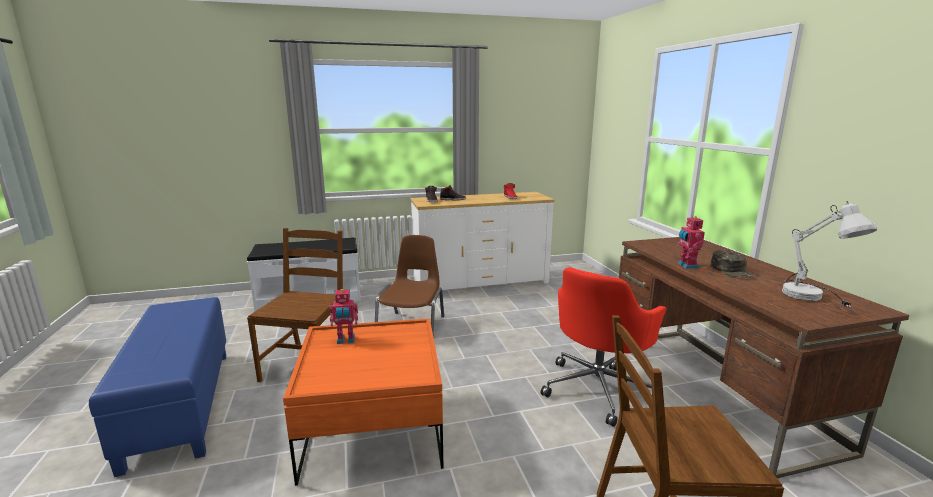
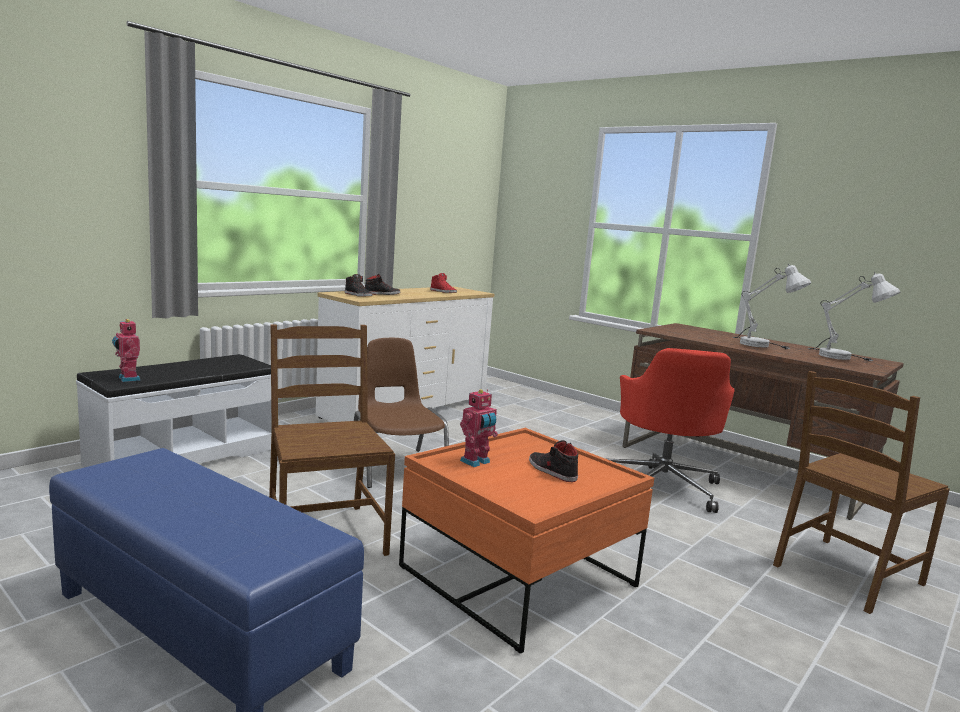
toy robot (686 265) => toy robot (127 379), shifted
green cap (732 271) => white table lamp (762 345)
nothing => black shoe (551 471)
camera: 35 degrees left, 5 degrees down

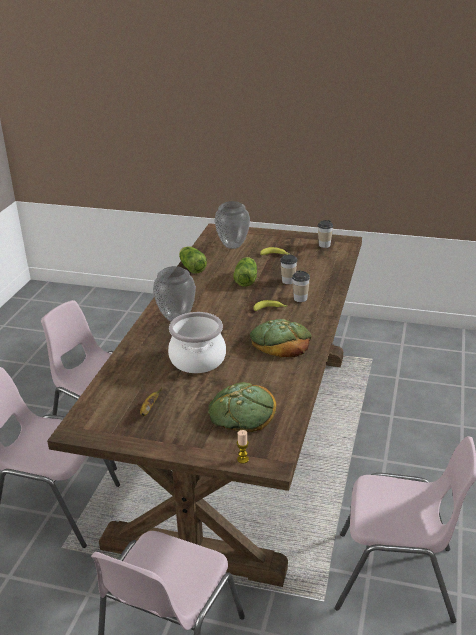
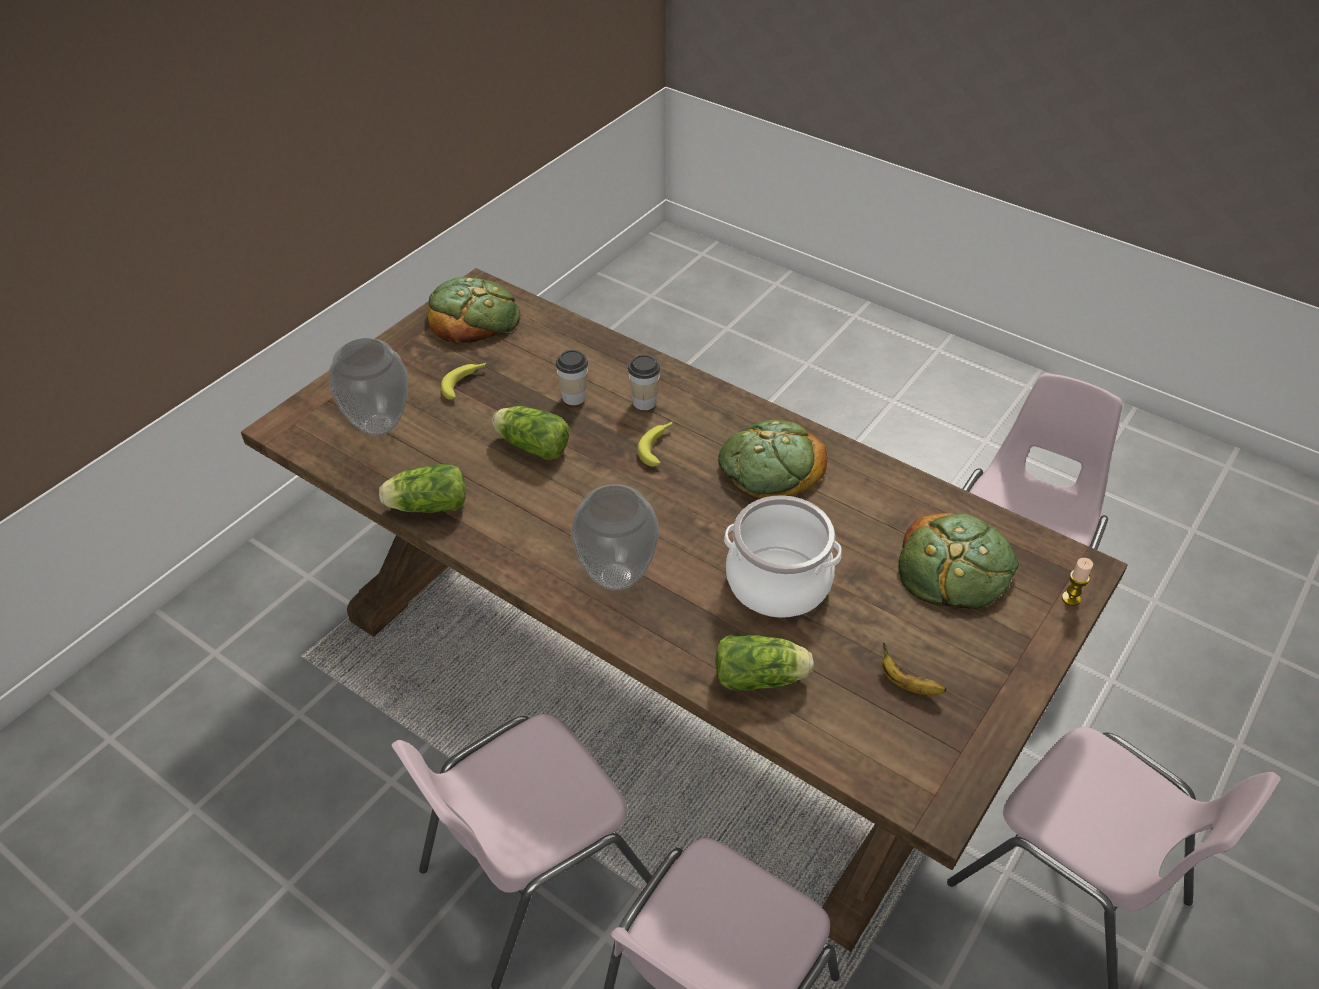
cup (324 245) => bread (473 316)
nothing => lettuce (762 678)
camera: 70 degrees left, 15 degrees up

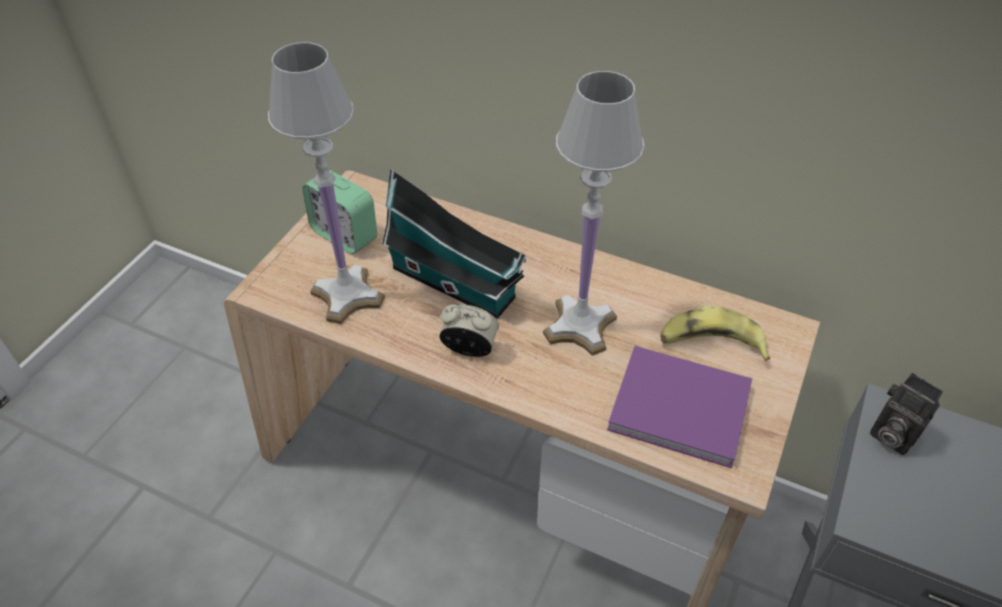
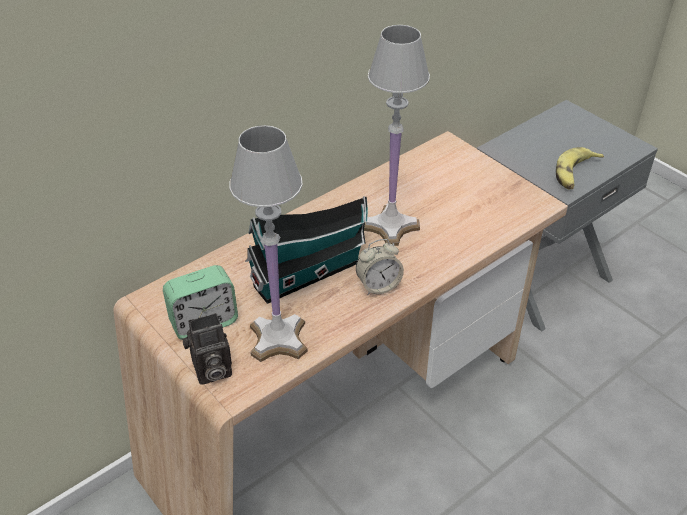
alarm clock (469 349) => alarm clock (378 286), 150 degrees counterclockwise
purple book (684 409) => nothing
banana (710 343) => banana (575 174), shifted
photo camera (890 434) => photo camera (210 371), shifted
camera: 65 degrees left, 5 degrees down

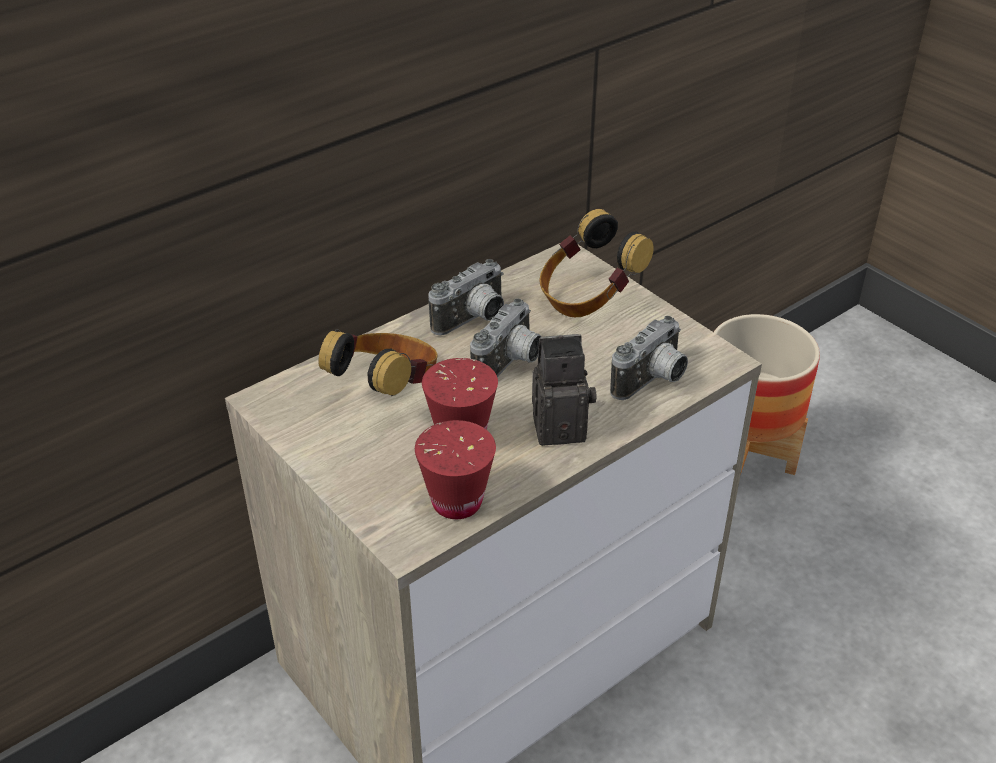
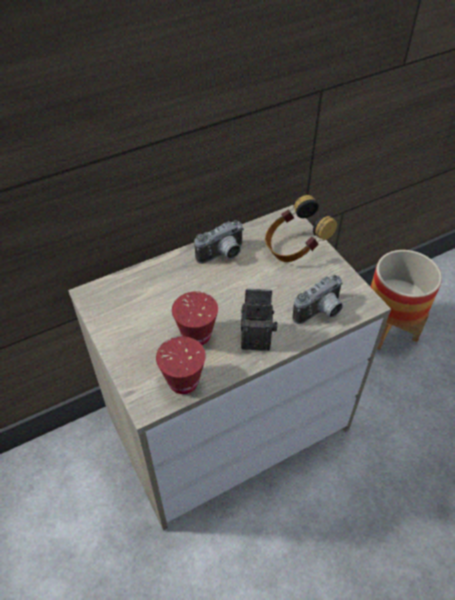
headphones (387 389) => nothing
photo camera (511 364) => nothing
camera: 10 degrees right, 10 degrees up

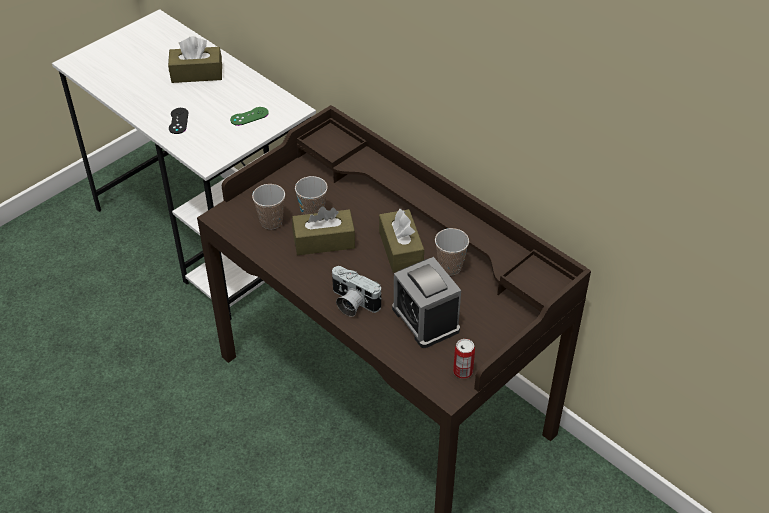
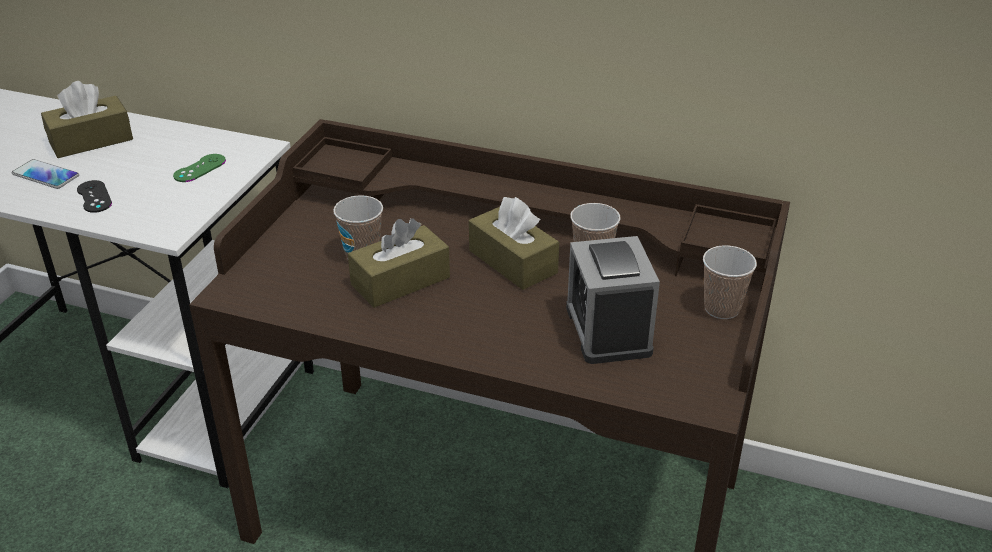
cup (271 222) => cup (721 309), shifted
photo camera (352 303) => nothing
alarm clock (425 319) => alarm clock (608 330), 45 degrees clockwise
can (463 371) => nothing
nothing => phone (45 175)
camera: 25 degrees left, 10 degrees down

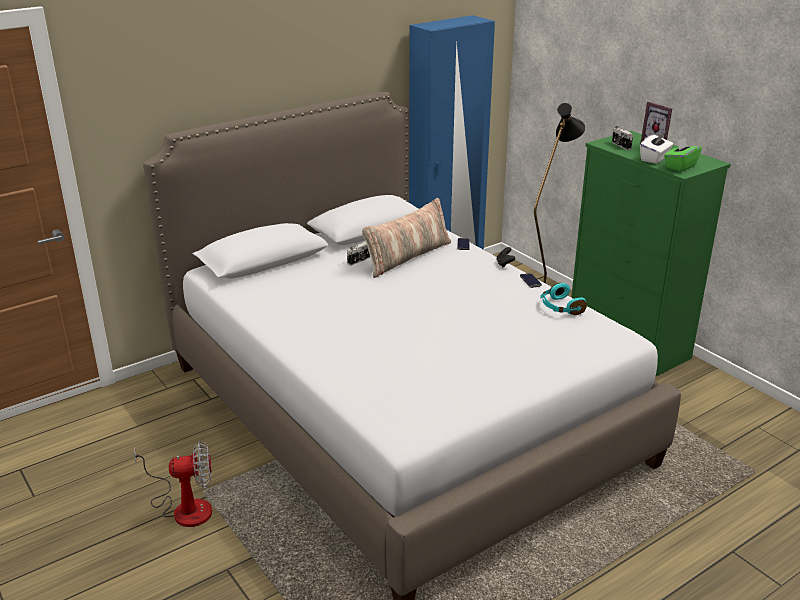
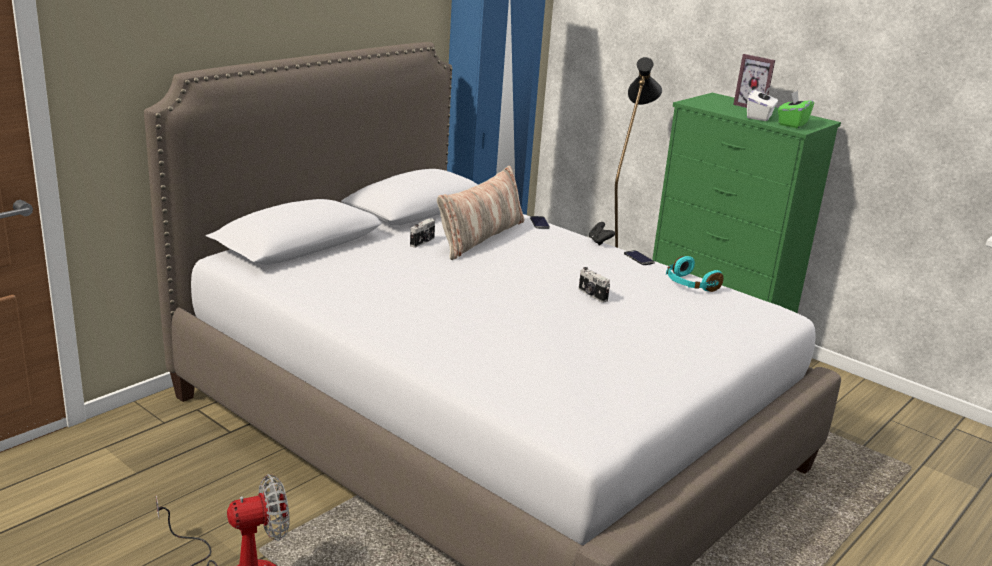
photo camera (620 146) => photo camera (592 295), shifted
camera: 15 degrees left, 5 degrees down

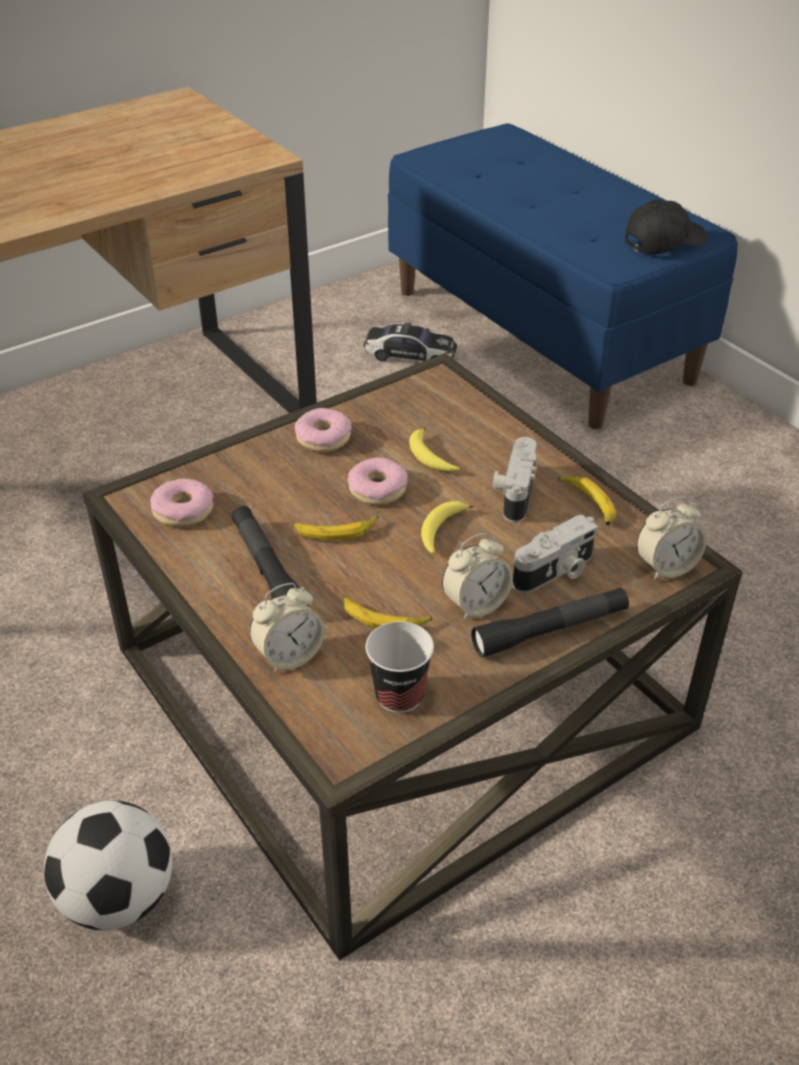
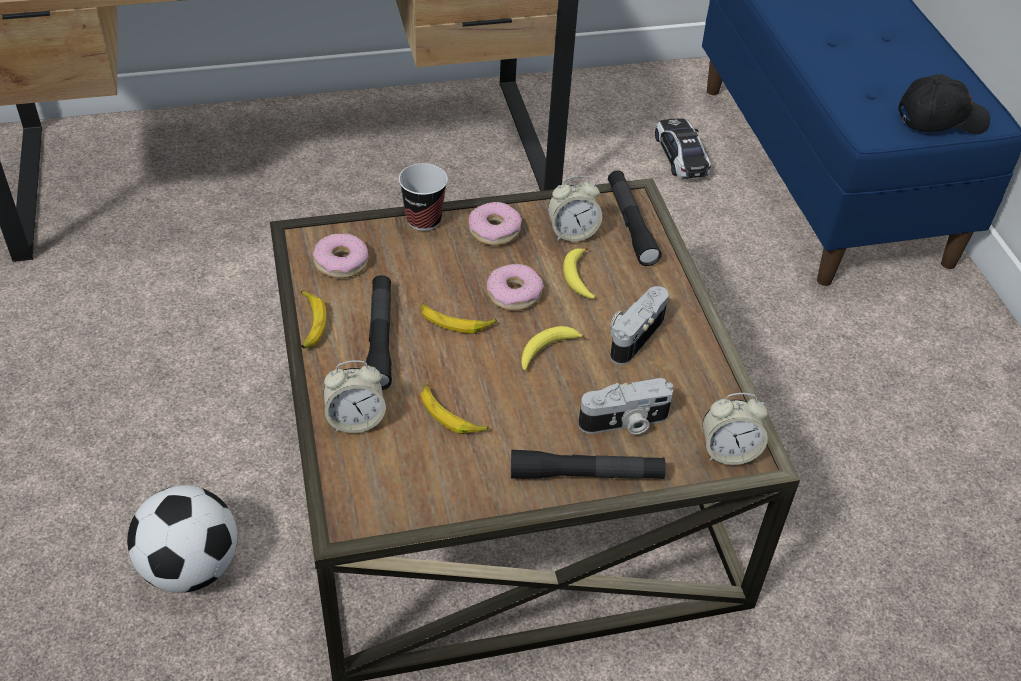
toy car (410 354) => toy car (681 157), 135 degrees counterclockwise
cup (399 695) => cup (423 220), shifted
alarm clock (475 604) => alarm clock (572 233), shifted
banana (588 504) => banana (310 324), shifted
nothing => black flashlight (630 224)
camera: 20 degrees right, 5 degrees up

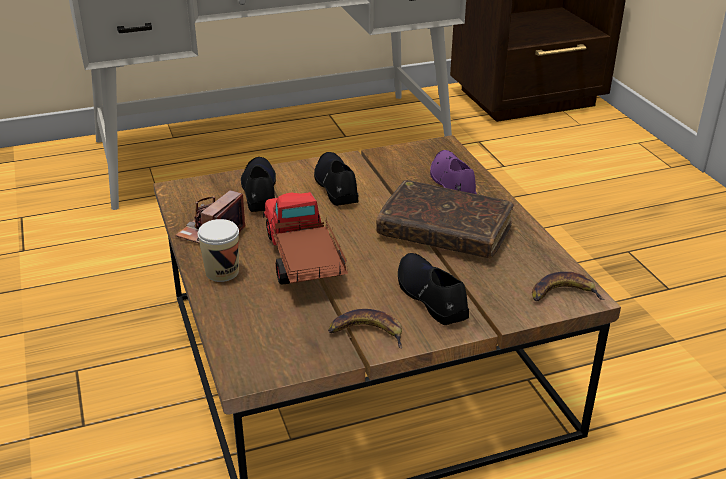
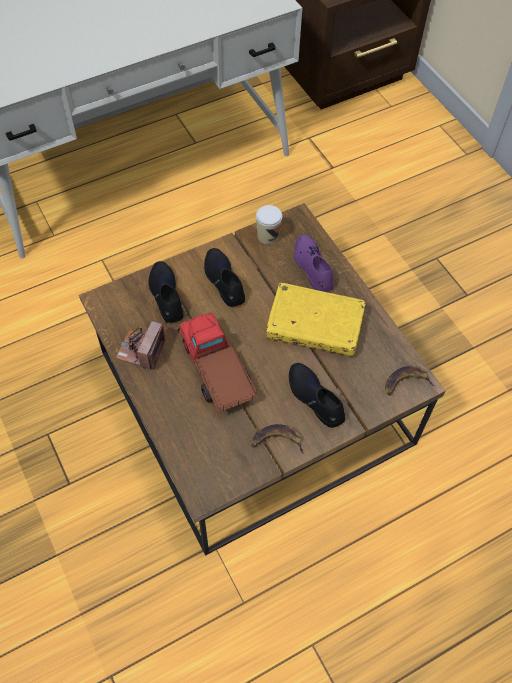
cup (222 272) => cup (268 236), shifted
brown book (444 232) => yellow book (315 325)
camera: 10 degrees left, 25 degrees up

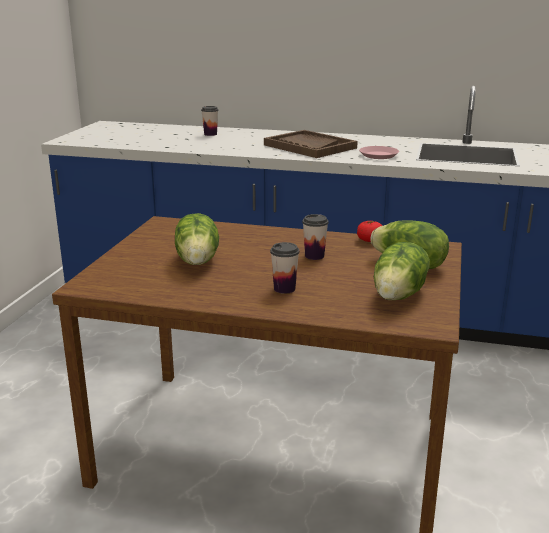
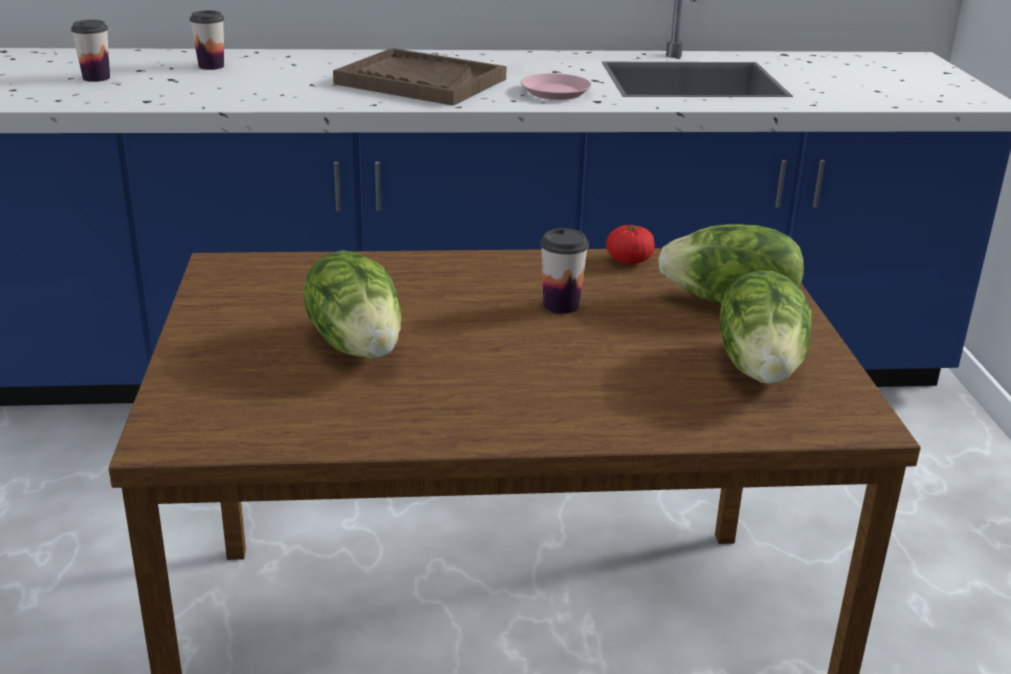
cup (284 289) => cup (96 78), shifted
camera: 20 degrees left, 5 degrees up

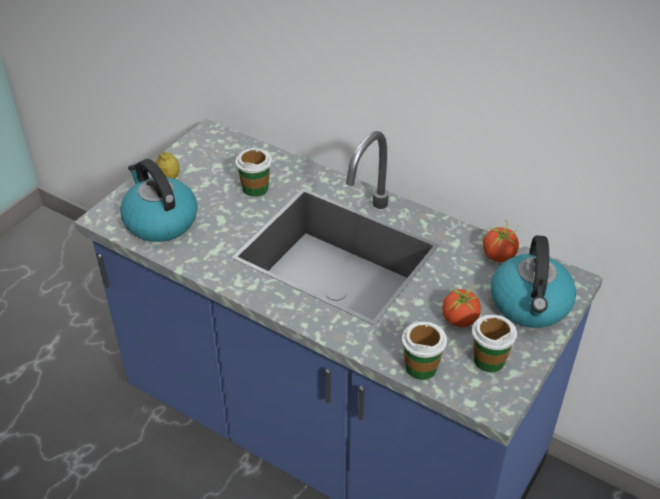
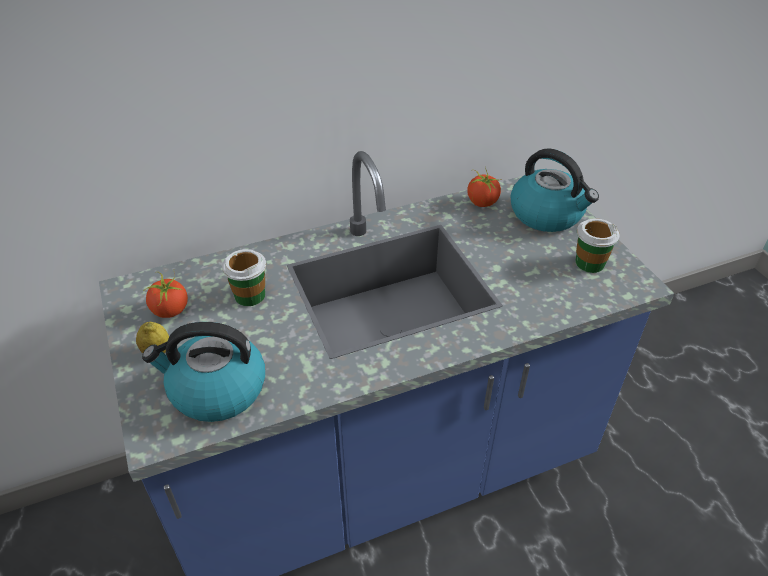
cup (421 367) => nothing
tomato (459 319) => tomato (170 310), shifted
camera: 55 degrees left, 0 degrees up

